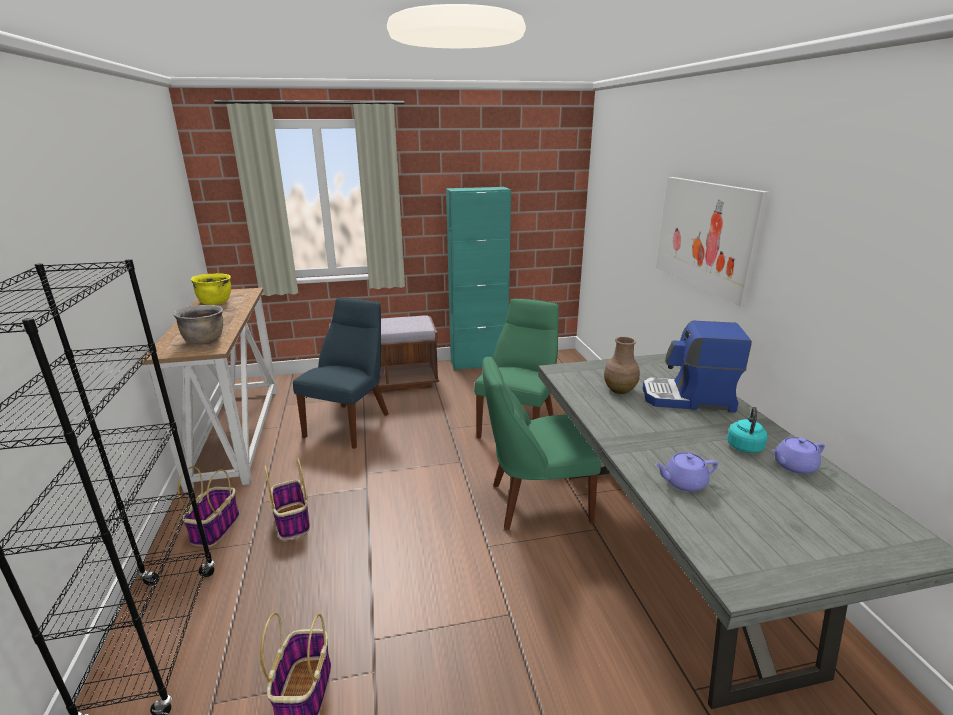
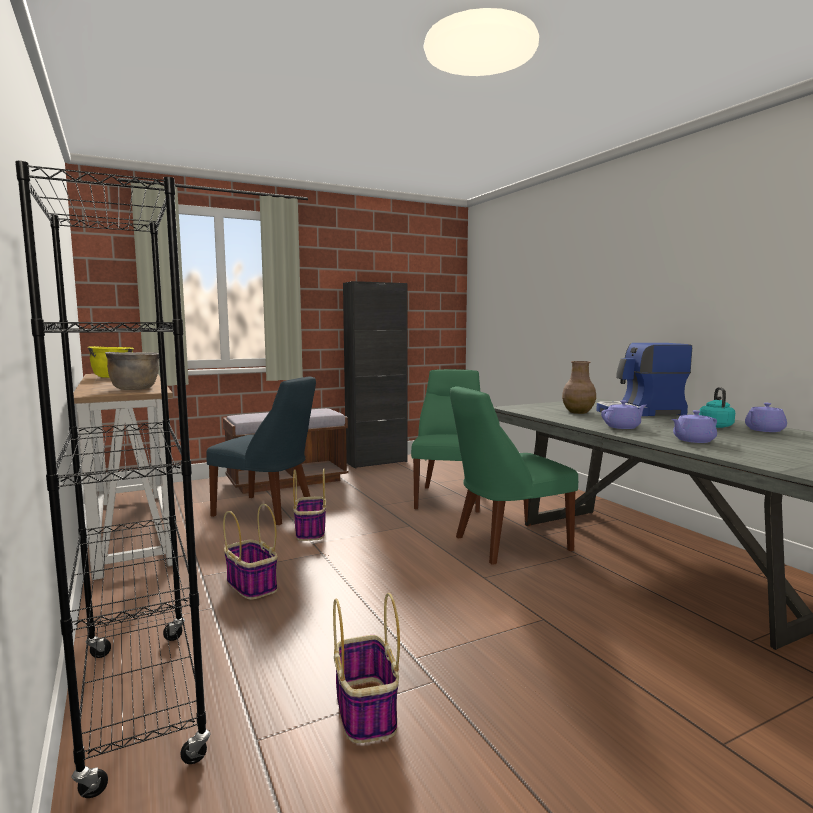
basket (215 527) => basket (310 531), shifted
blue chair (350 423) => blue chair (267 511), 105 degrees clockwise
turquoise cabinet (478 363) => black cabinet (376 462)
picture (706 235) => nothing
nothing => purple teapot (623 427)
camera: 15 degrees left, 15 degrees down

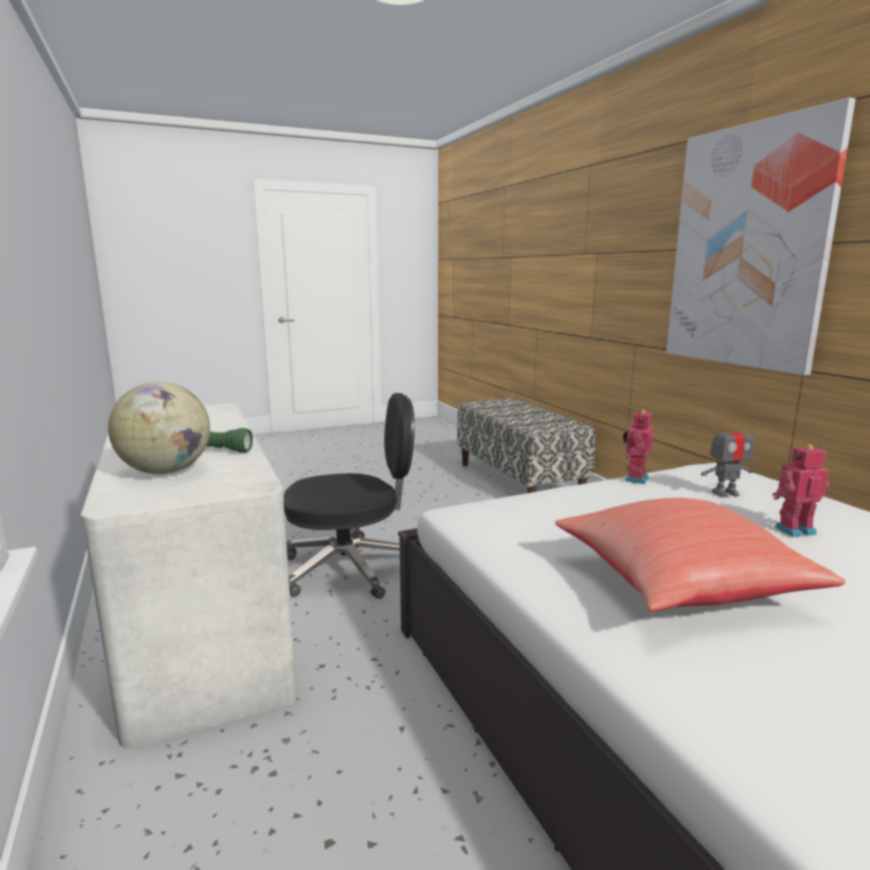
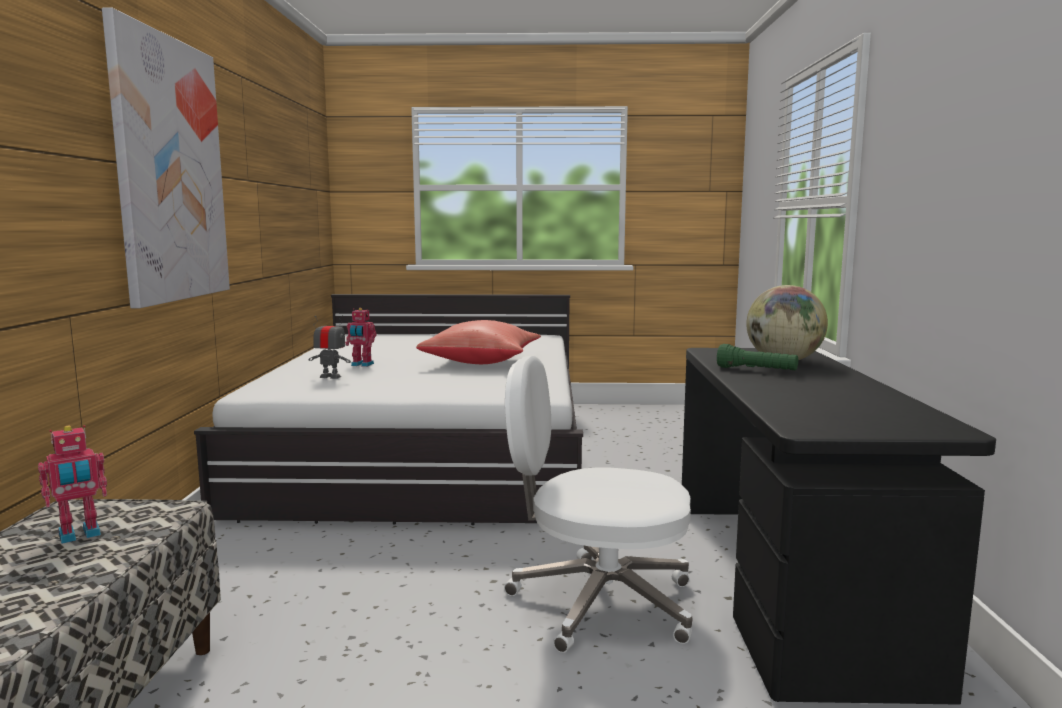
white desk (199 615) => black desk (788 584)
black office chair (351 568) => white office chair (598 602)
toy robot (634 479) => toy robot (80 535), shifted
camera: 155 degrees left, 5 degrees down

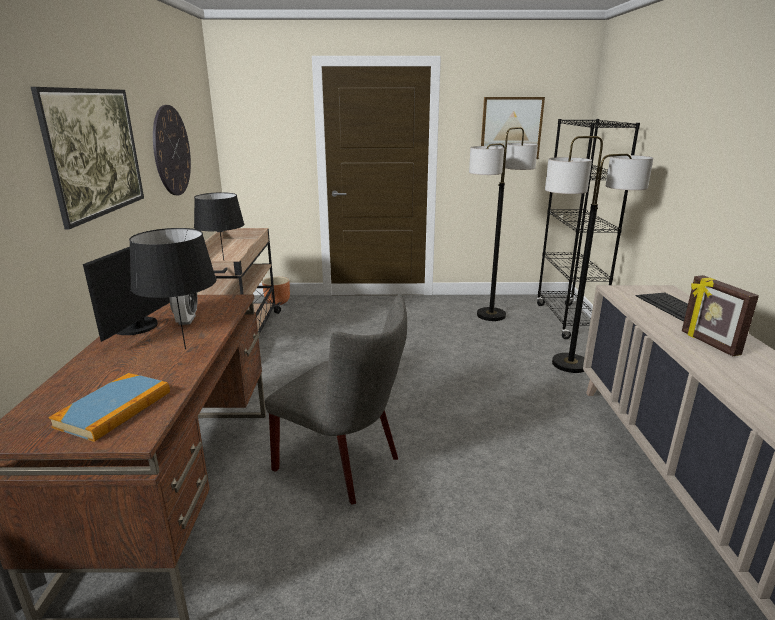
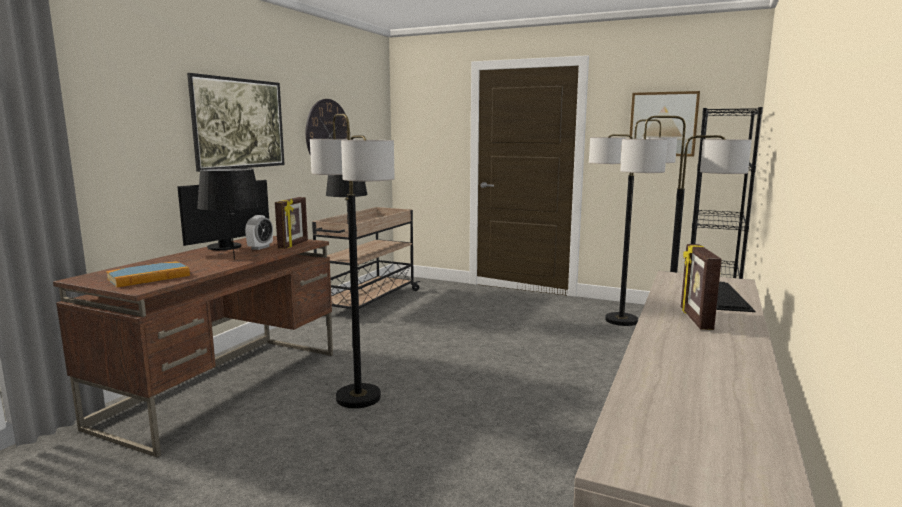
brown planter (277 302) => nothing
grey chair (344 465) => floor lamp (358 398)
nothing => picture frame (294 244)
camera: 25 degrees right, 10 degrees down

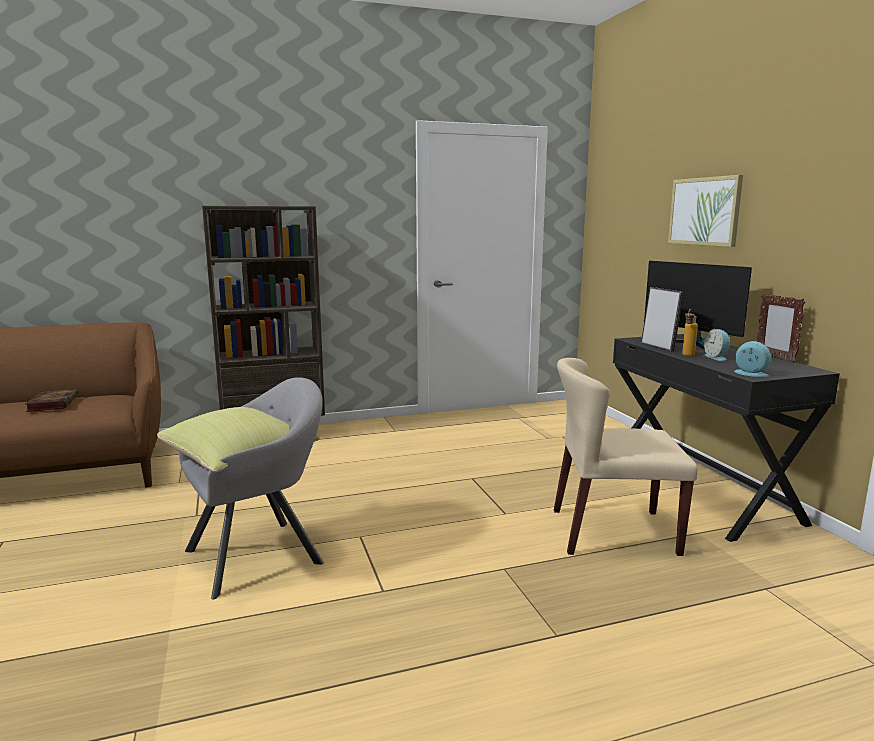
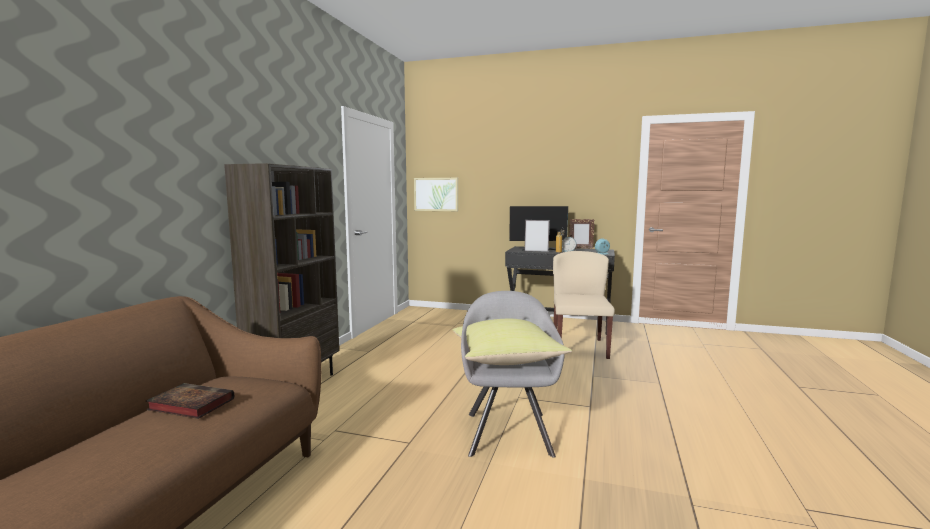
beige chair (612 532) => beige chair (579 347), 150 degrees clockwise
picture (704 211) => picture (436 194), shifted
camera: 55 degrees left, 5 degrees down

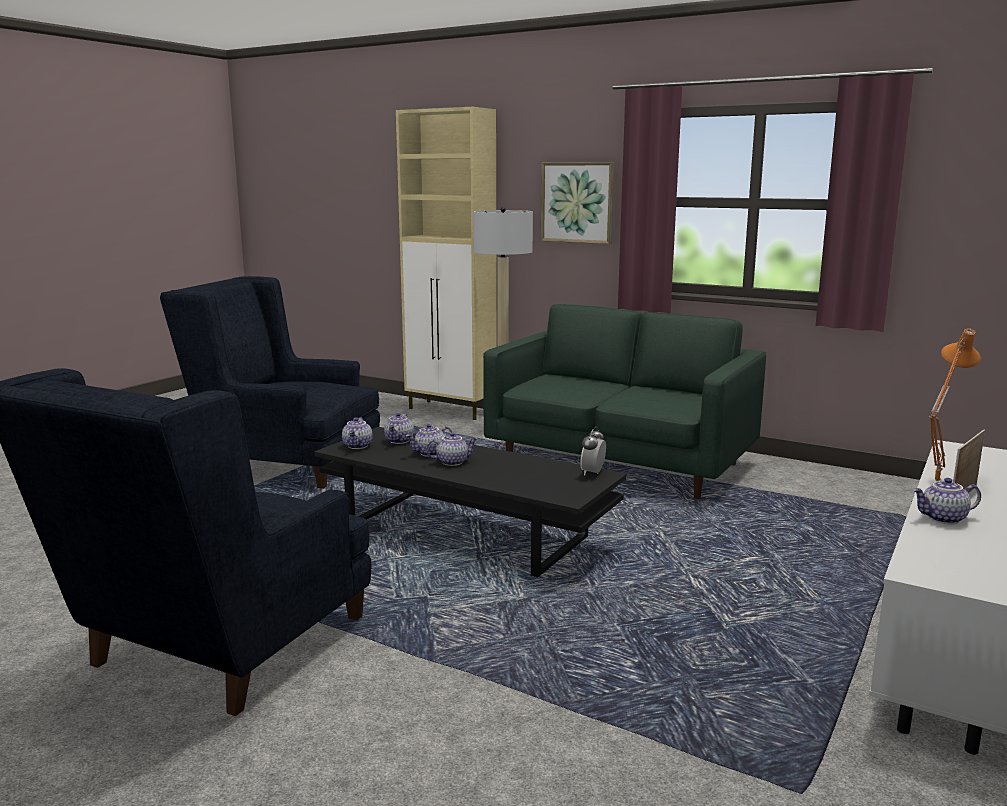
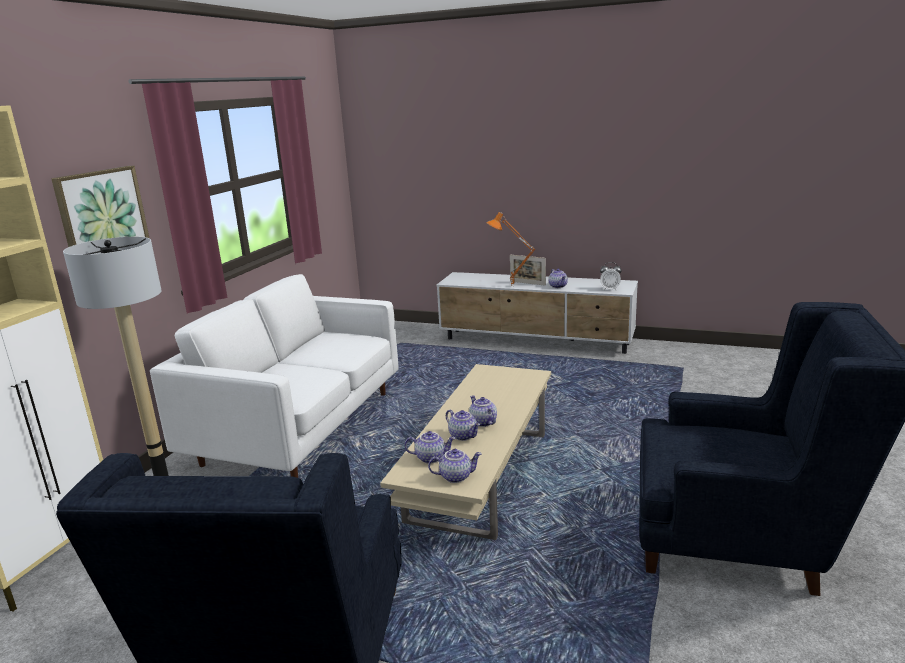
black coffee table (466 532) => beige coffee table (480 475)
green sofa (620 463) => white sofa (300 427)
alarm clock (592 473) => alarm clock (610 289), shifted
camera: 100 degrees left, 5 degrees up

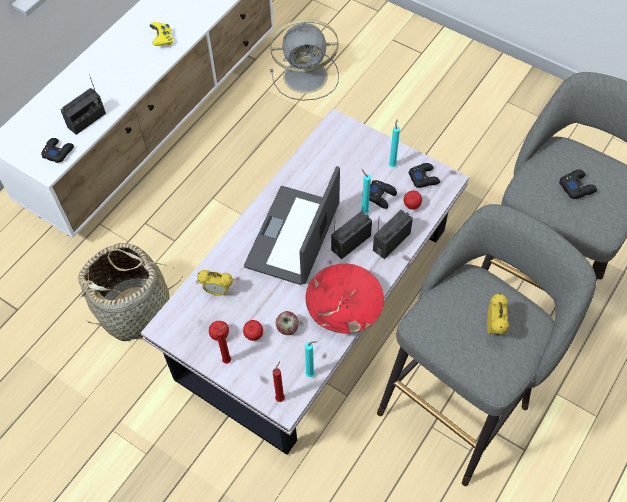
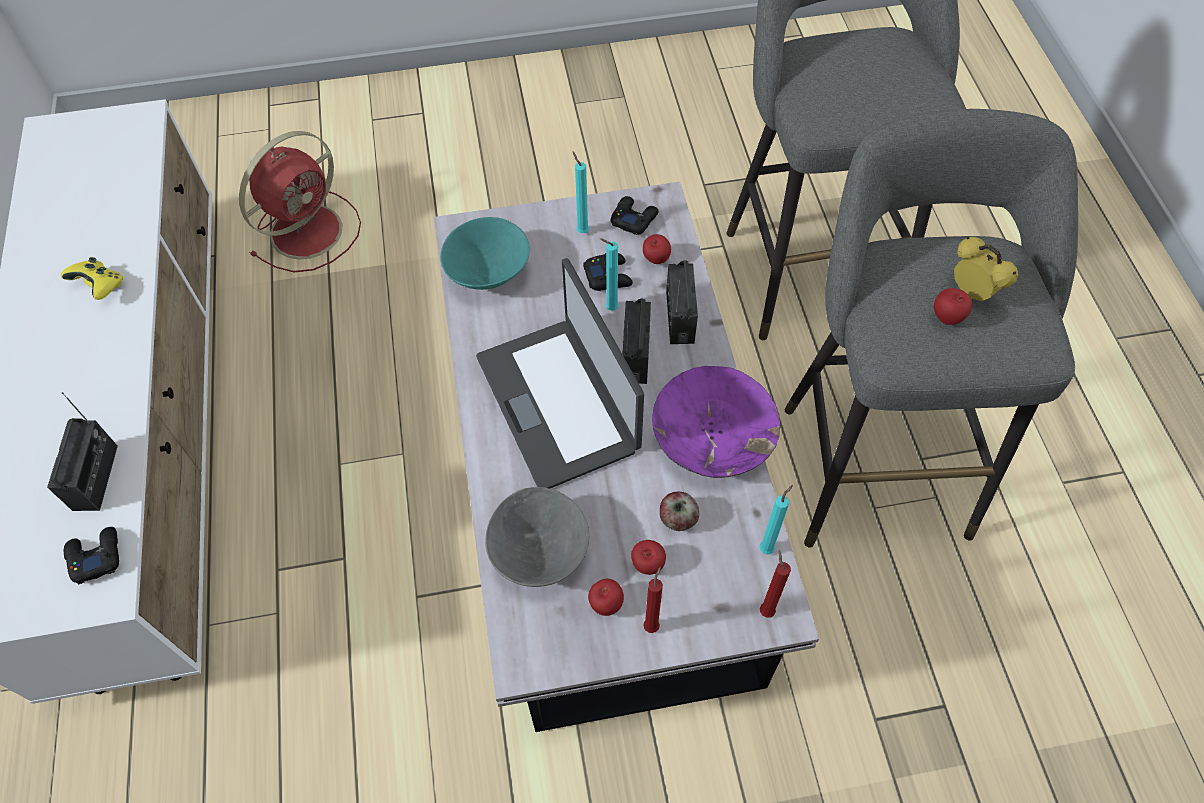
basket (136 310) => nothing
alarm clock (218 291) => grey bowl (540 551)
grey fan (307 76) => red fan (309 229)
red bowl (343 307) => purple bowl (713 436)
black game controller (577 187) => nothing
nothing => turquoise bowl (487 274)
nothing => apple (947 318)
camera: 45 degrees left, 0 degrees up

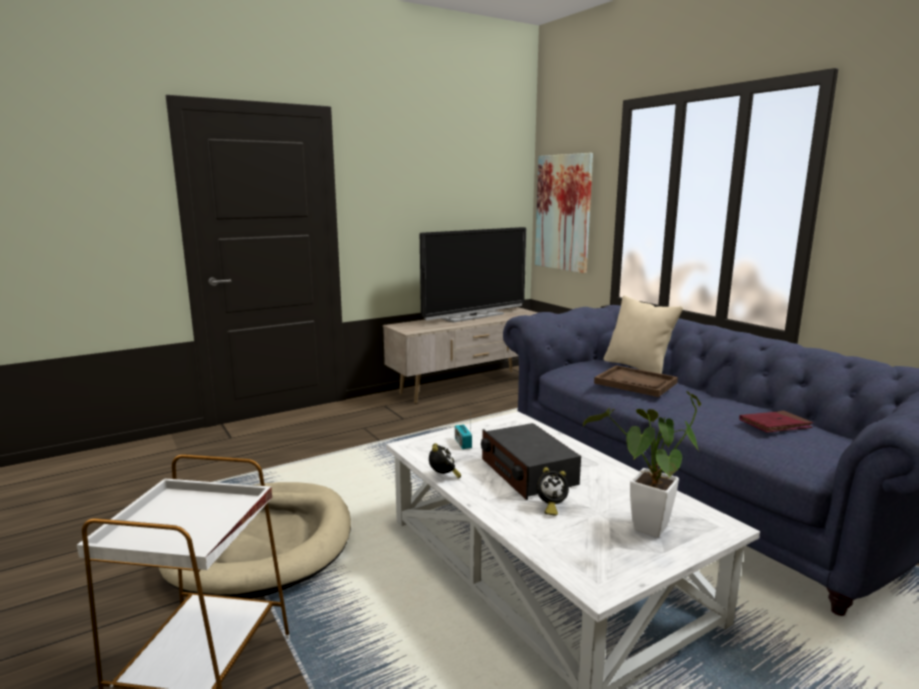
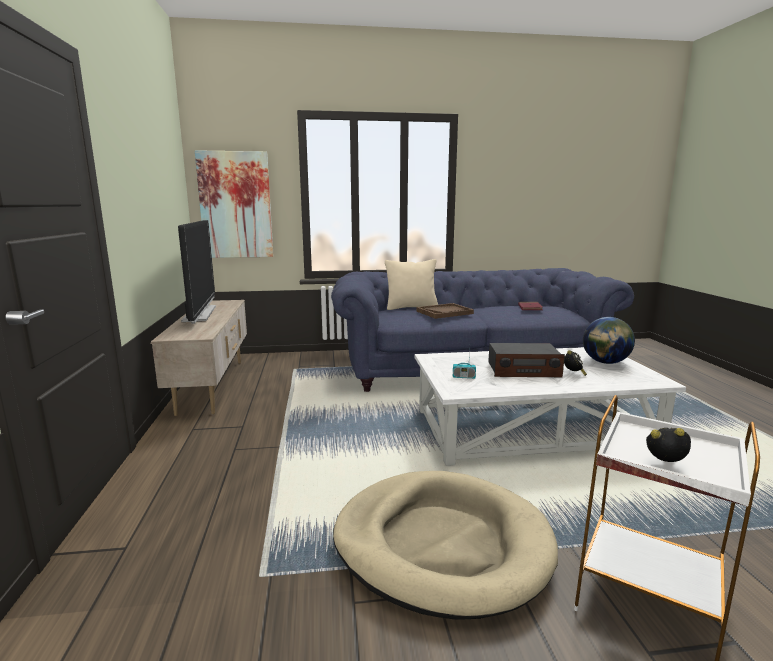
alarm clock (443 477) => alarm clock (666 465), shifted
potted plant (646 531) => globe (605 362)
camera: 65 degrees left, 0 degrees up

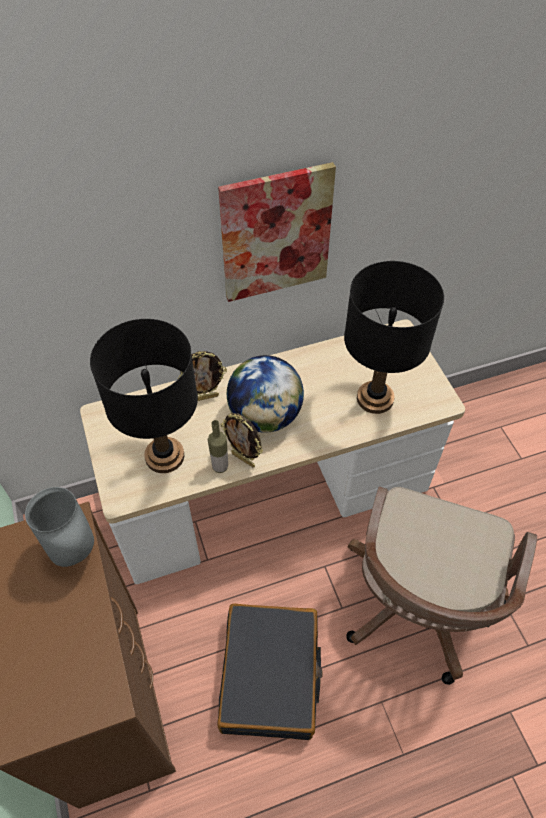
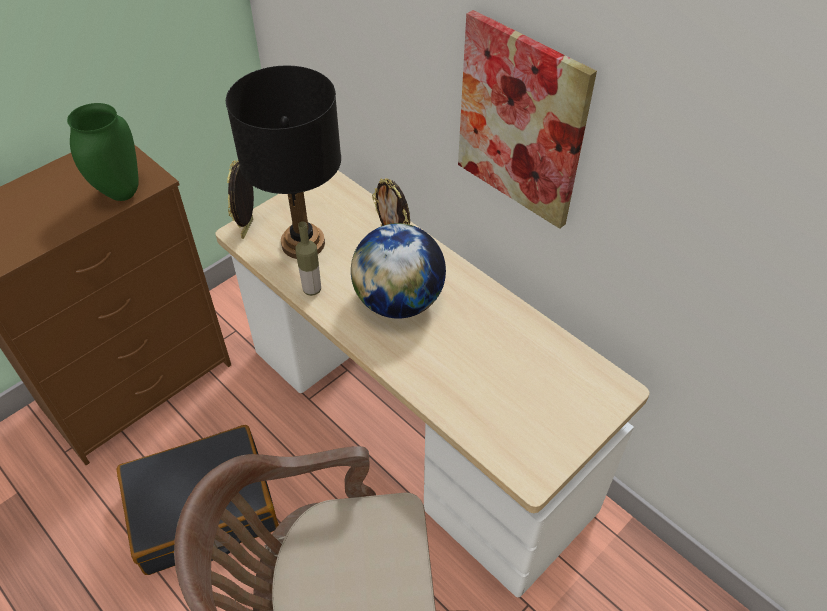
grey vase (74 553) => green vase (120 193)
picture frame (244 459) => picture frame (248 229), shifted
black table lamp (375 399) => nothing
camera: 65 degrees right, 5 degrees down

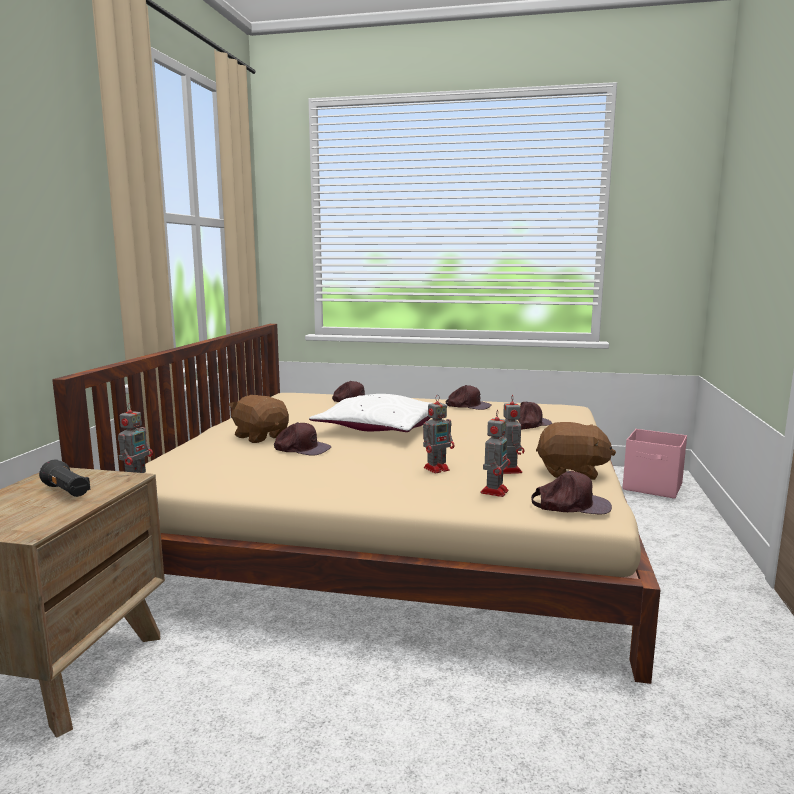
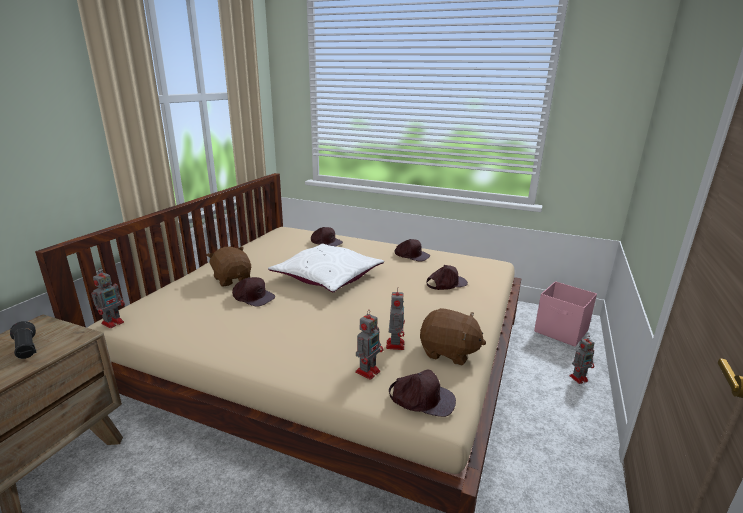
toy robot (437 468) => toy robot (579 378), shifted
camera: 10 degrees right, 10 degrees up

